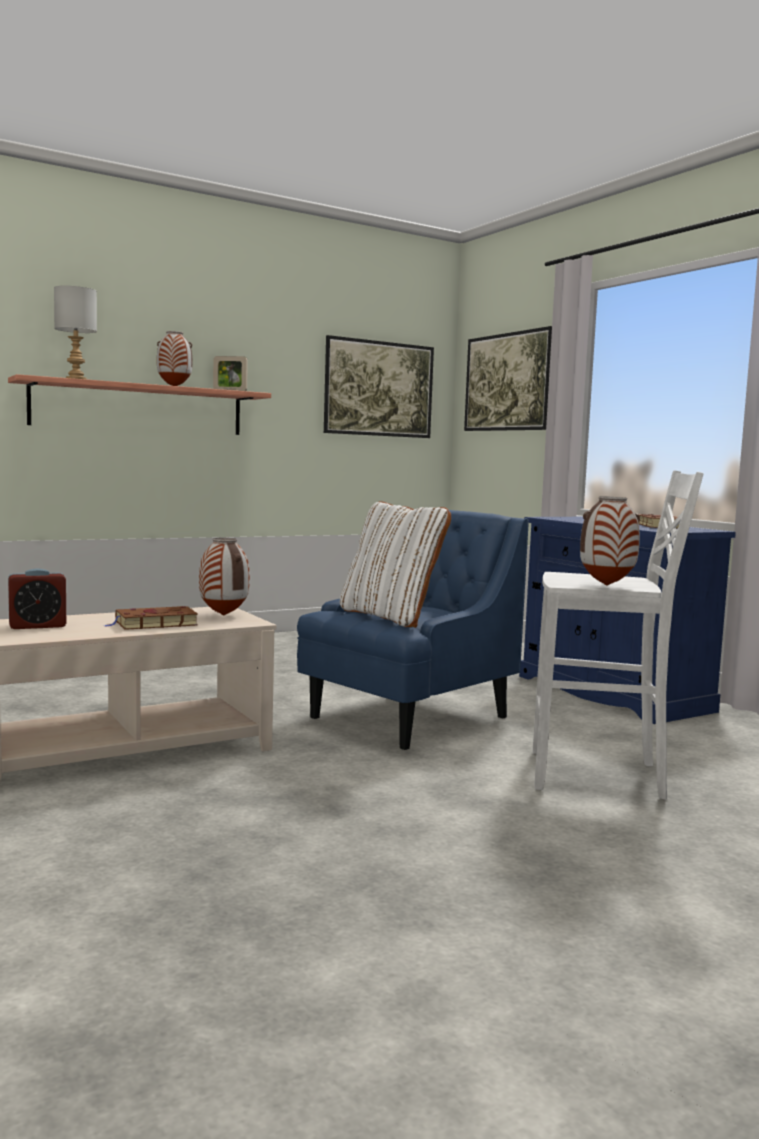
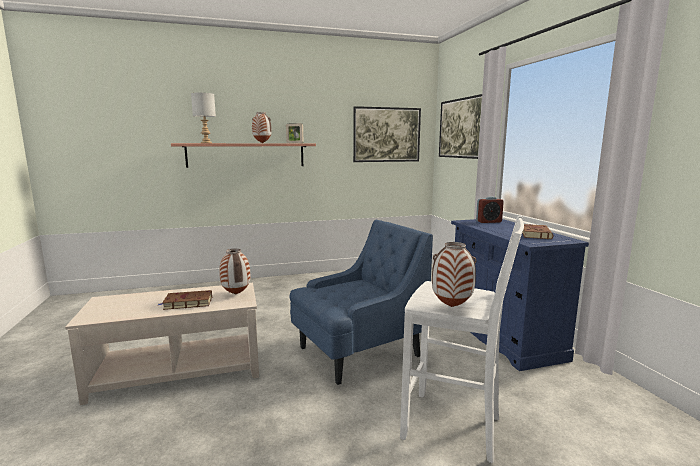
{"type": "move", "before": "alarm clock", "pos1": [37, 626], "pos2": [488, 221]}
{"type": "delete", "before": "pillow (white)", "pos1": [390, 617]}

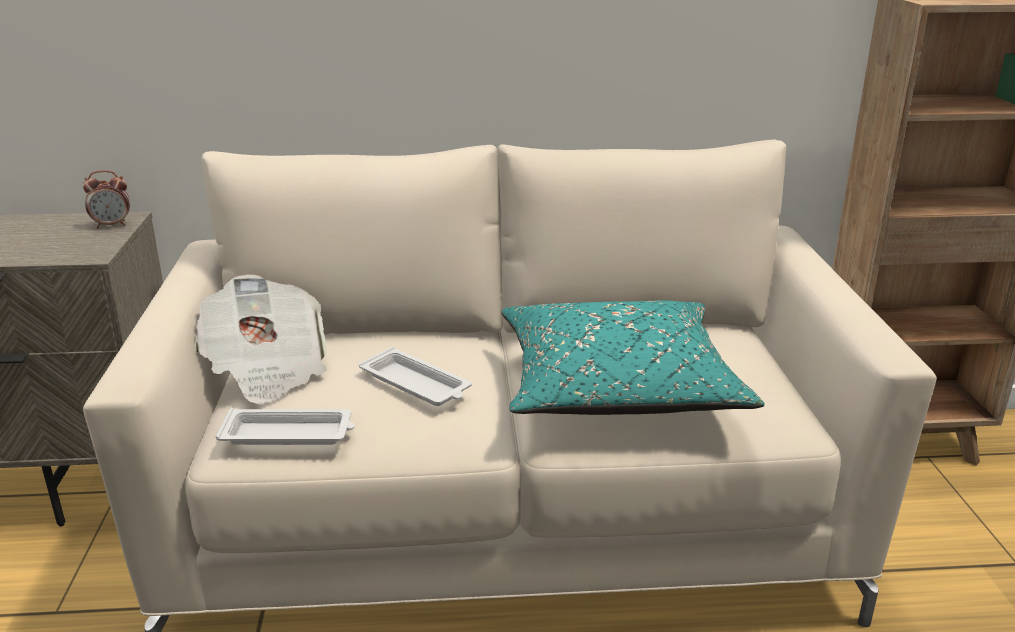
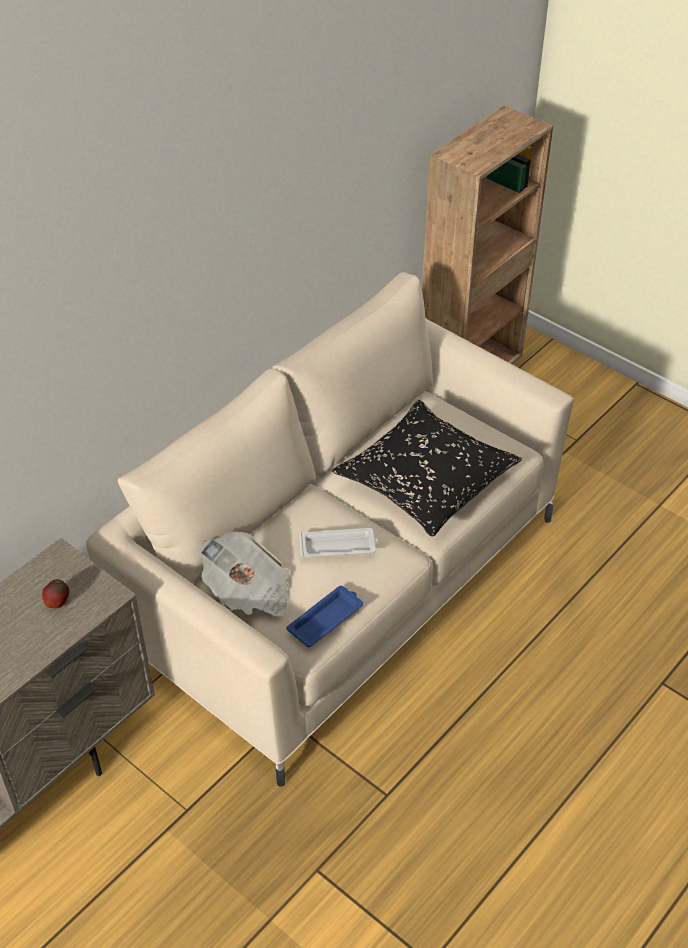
{"type": "insert", "after": "apple", "pos2": [58, 603]}
{"type": "recolor", "before": "tray (white)", "after": "tray (blue)", "pos1": [289, 434], "pos2": [326, 619]}
{"type": "recolor", "before": "pillow (turquoise)", "after": "pillow (black)", "pos1": [616, 386], "pos2": [425, 481]}
{"type": "delete", "before": "alarm clock", "pos1": [112, 225]}

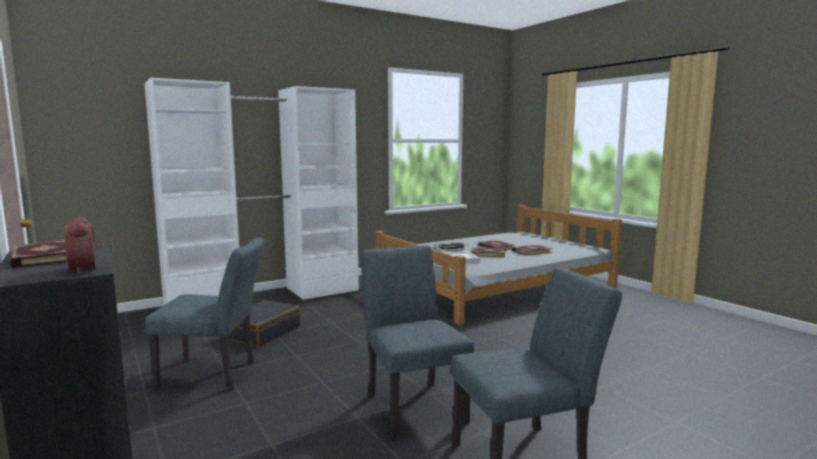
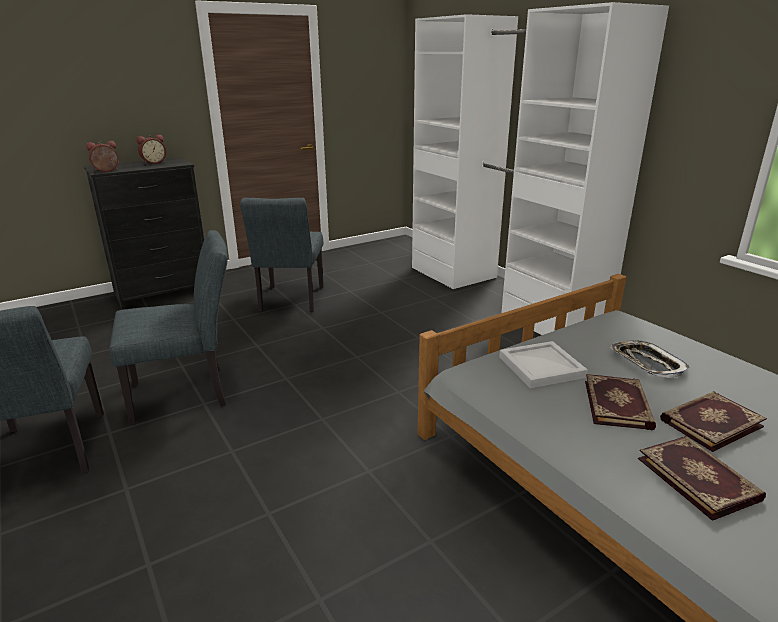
{"type": "replace", "before": "book", "after": "alarm clock", "pos1": [43, 257], "pos2": [153, 162]}
{"type": "delete", "before": "suitcase (black)", "pos1": [262, 332]}

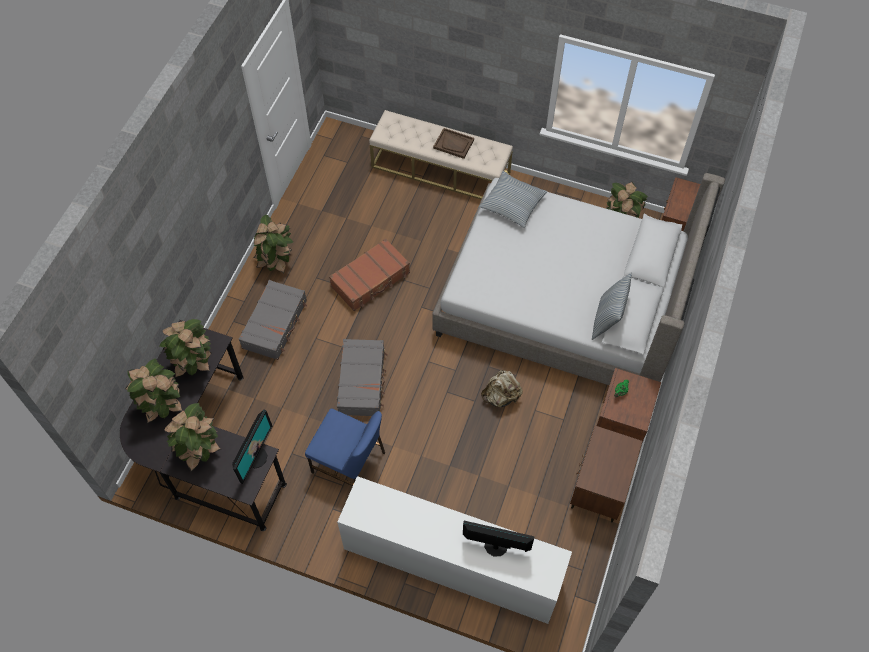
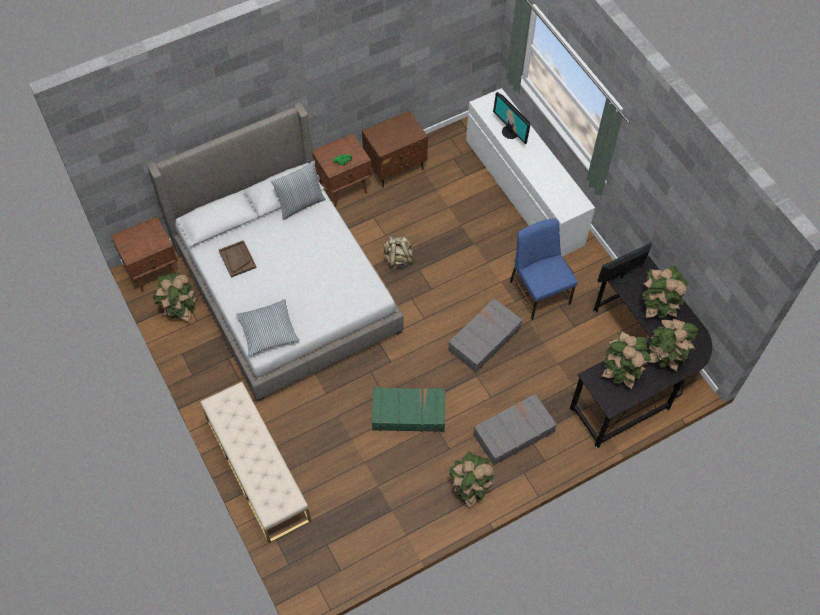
{"type": "move", "before": "tray (brown)", "pos1": [453, 144], "pos2": [237, 259]}
{"type": "recolor", "before": "suitcase (brown)", "after": "suitcase (green)", "pos1": [371, 280], "pos2": [408, 413]}

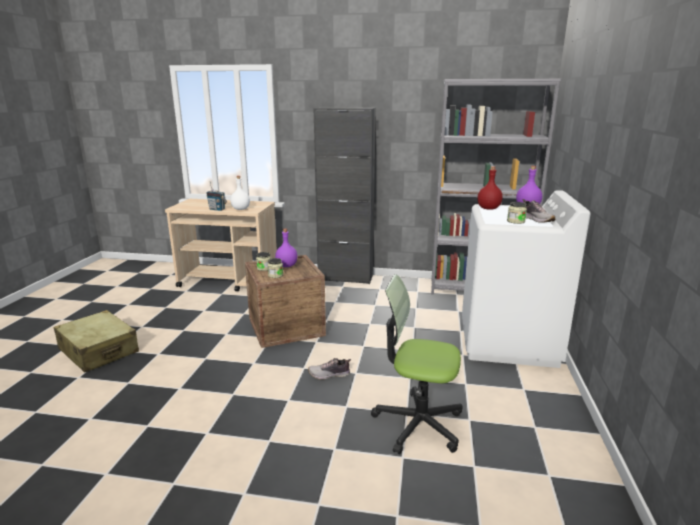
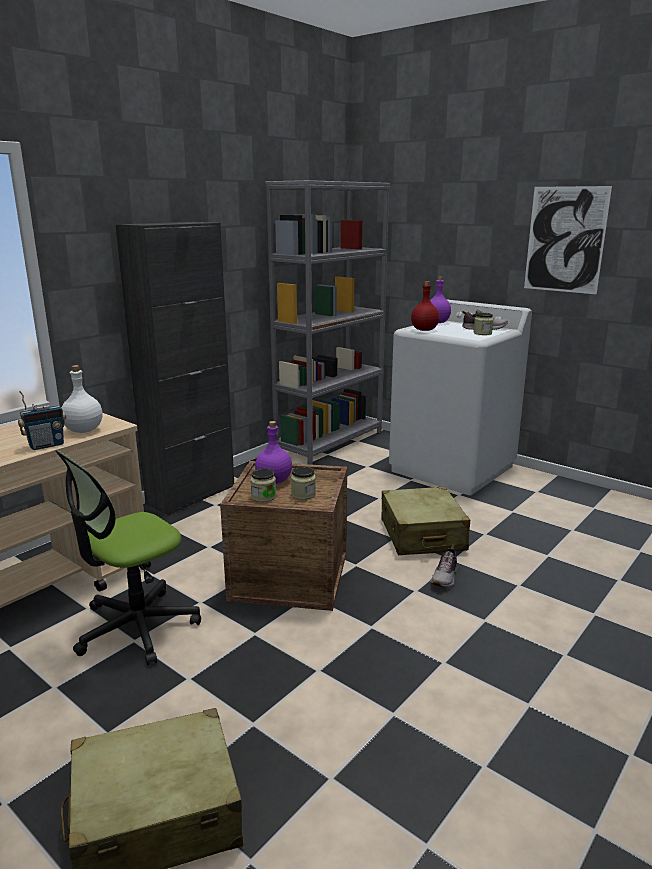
{"type": "move", "before": "office chair", "pos1": [418, 424], "pos2": [136, 627]}
{"type": "insert", "after": "suitcase (beige)", "pos2": [422, 535]}
{"type": "insert", "after": "picture", "pos2": [565, 240]}

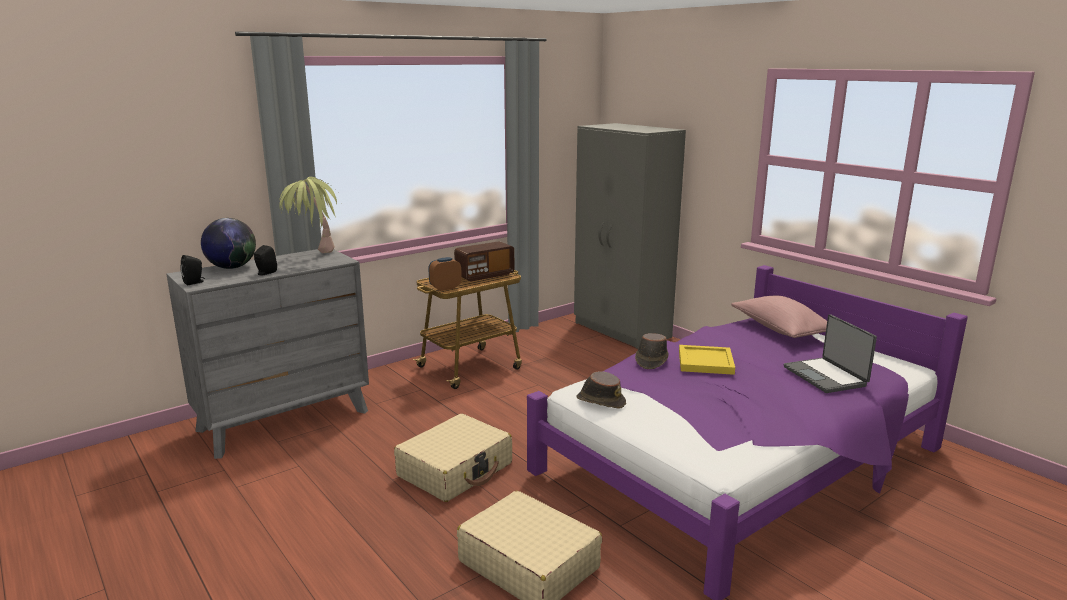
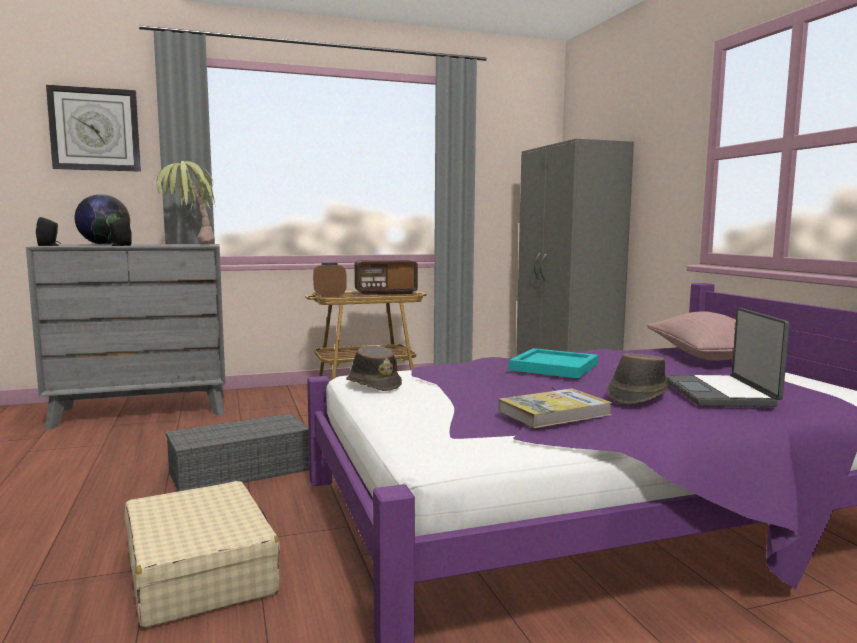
{"type": "insert", "after": "wall clock", "pos2": [95, 129]}
{"type": "replace", "before": "suitcase (beige)", "after": "storage box (grey)", "pos1": [455, 470], "pos2": [242, 470]}
{"type": "insert", "after": "book", "pos2": [554, 413]}
{"type": "recolor", "before": "tray (yellow)", "after": "tray (turquoise)", "pos1": [706, 362], "pos2": [555, 367]}
{"type": "move", "before": "hat (brown)", "pos1": [651, 360], "pos2": [636, 396]}

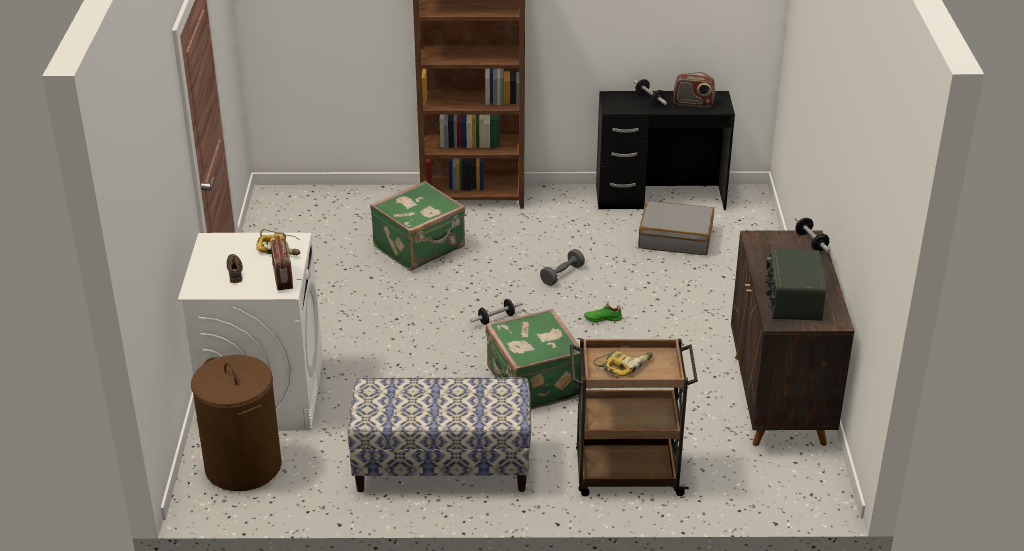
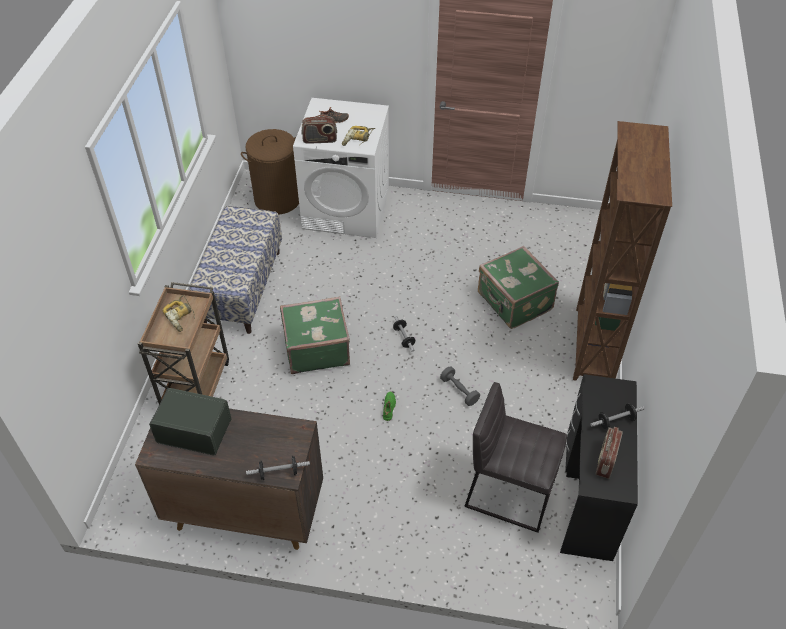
{"type": "replace", "before": "suitcase (grey)", "after": "stool (grey)", "pos1": [675, 238], "pos2": [509, 492]}

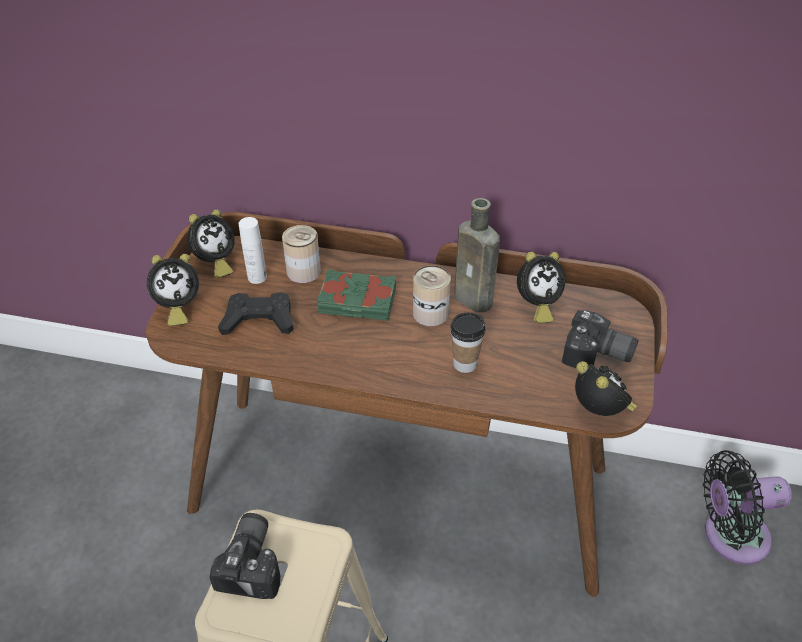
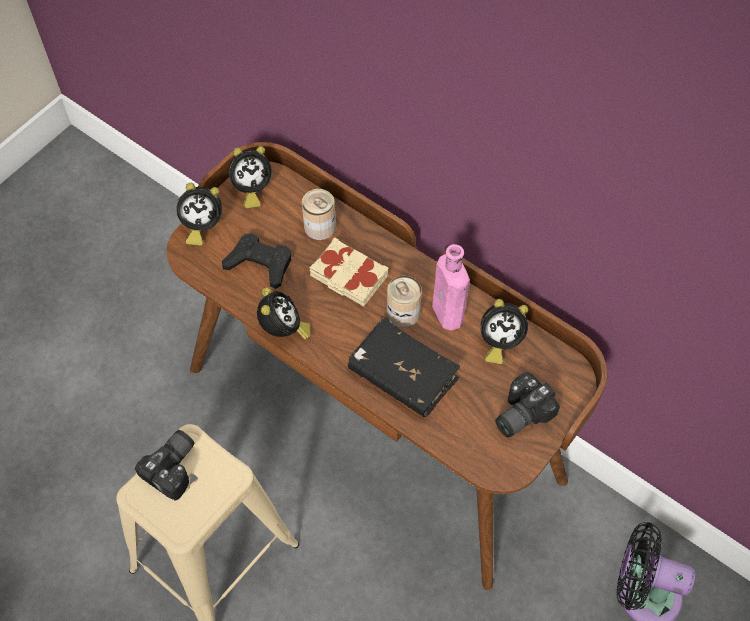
{"type": "move", "before": "alarm clock", "pos1": [600, 412], "pos2": [283, 330]}
{"type": "recolor", "before": "book (green)", "after": "book (beige)", "pos1": [357, 302], "pos2": [348, 277]}
{"type": "replace", "before": "cup", "after": "book (black)", "pos1": [464, 364], "pos2": [403, 375]}
{"type": "recolor", "before": "bottle (brown)", "after": "bottle (pink)", "pos1": [475, 301], "pos2": [449, 315]}
{"type": "rotate", "before": "photo camera", "pos1": [597, 355], "pos2": [519, 413], "turn": 90}
{"type": "delete", "before": "bottle (white)", "pos1": [257, 277]}

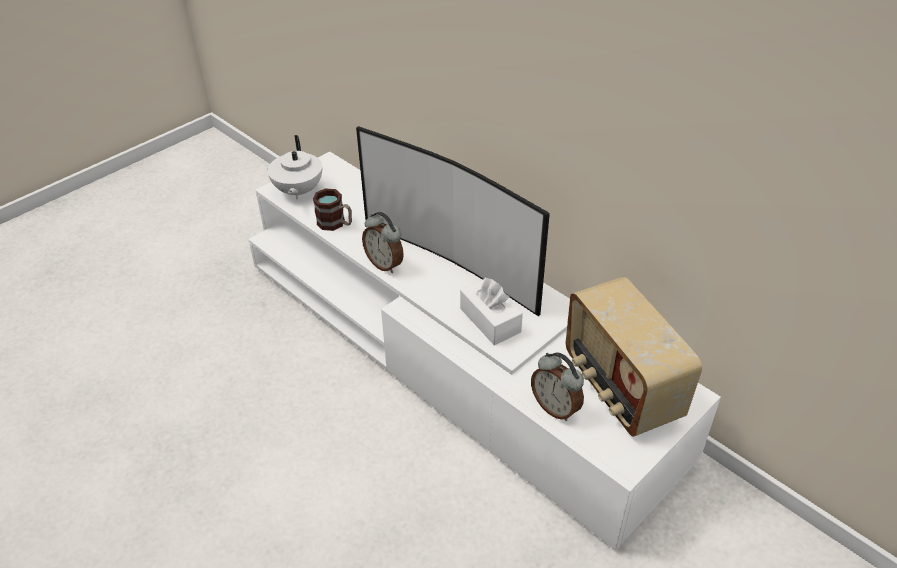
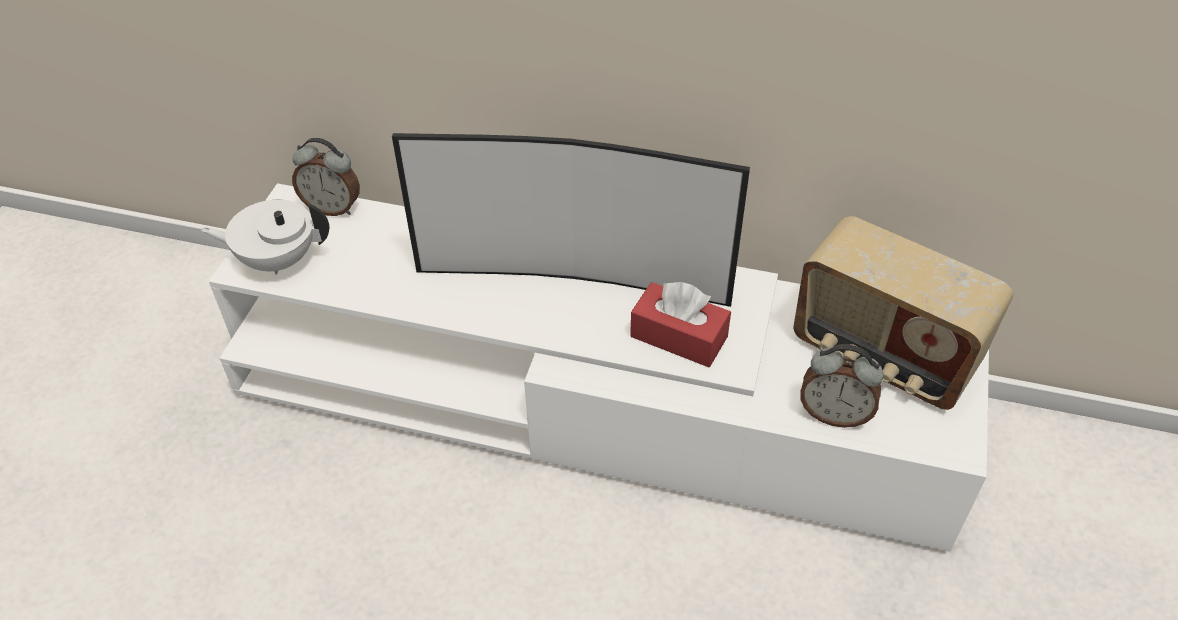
{"type": "rotate", "before": "teapot (white)", "pos1": [298, 191], "pos2": [277, 259], "turn": 120}
{"type": "move", "before": "alarm clock", "pos1": [385, 264], "pos2": [333, 207]}
{"type": "recolor", "before": "tissue box (white)", "after": "tissue box (red)", "pos1": [490, 320], "pos2": [679, 336]}
{"type": "delete", "before": "mug", "pos1": [336, 224]}

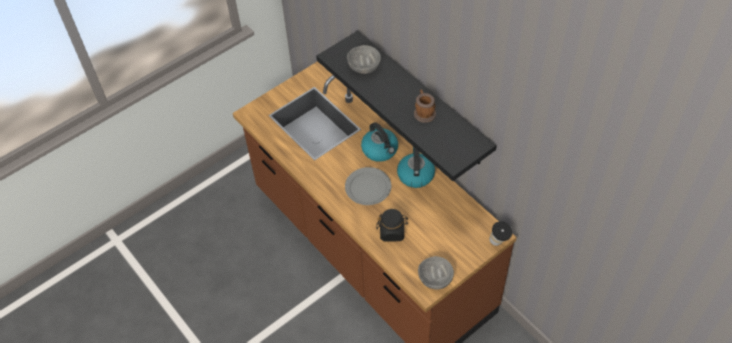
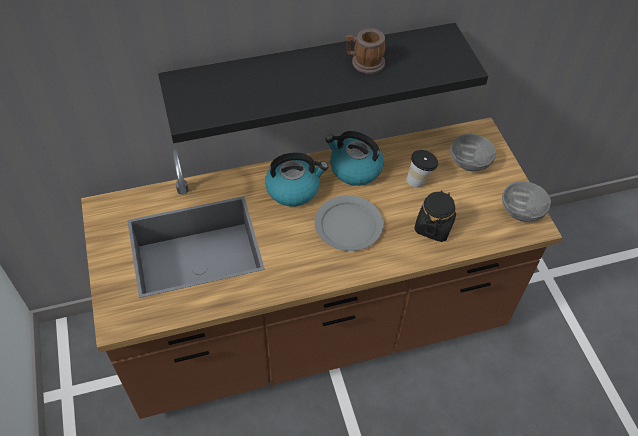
{"type": "move", "before": "cup", "pos1": [499, 243], "pos2": [419, 180]}
{"type": "move", "before": "bowl (grey)", "pos1": [364, 67], "pos2": [469, 162]}

